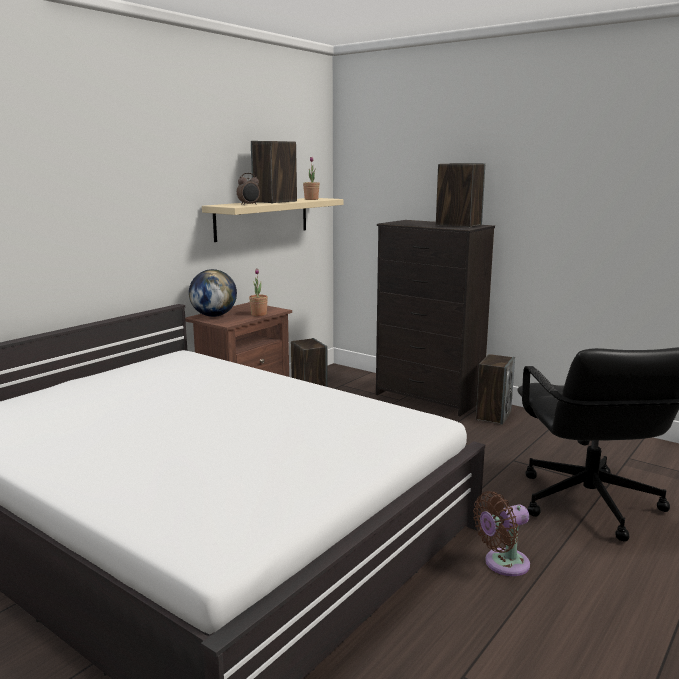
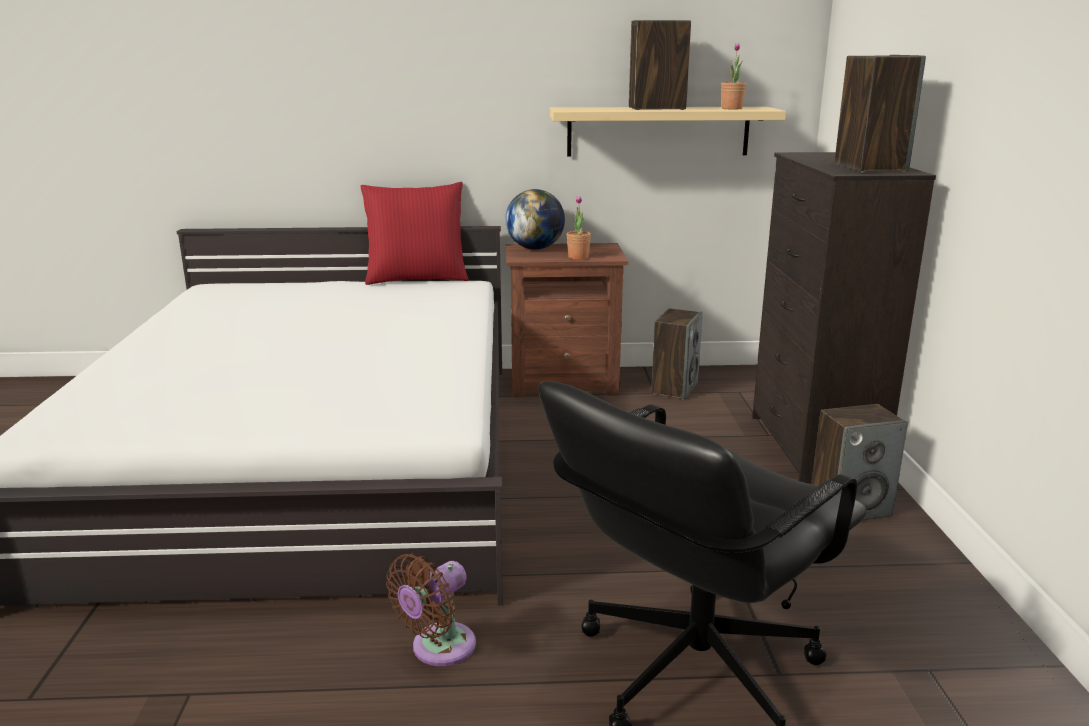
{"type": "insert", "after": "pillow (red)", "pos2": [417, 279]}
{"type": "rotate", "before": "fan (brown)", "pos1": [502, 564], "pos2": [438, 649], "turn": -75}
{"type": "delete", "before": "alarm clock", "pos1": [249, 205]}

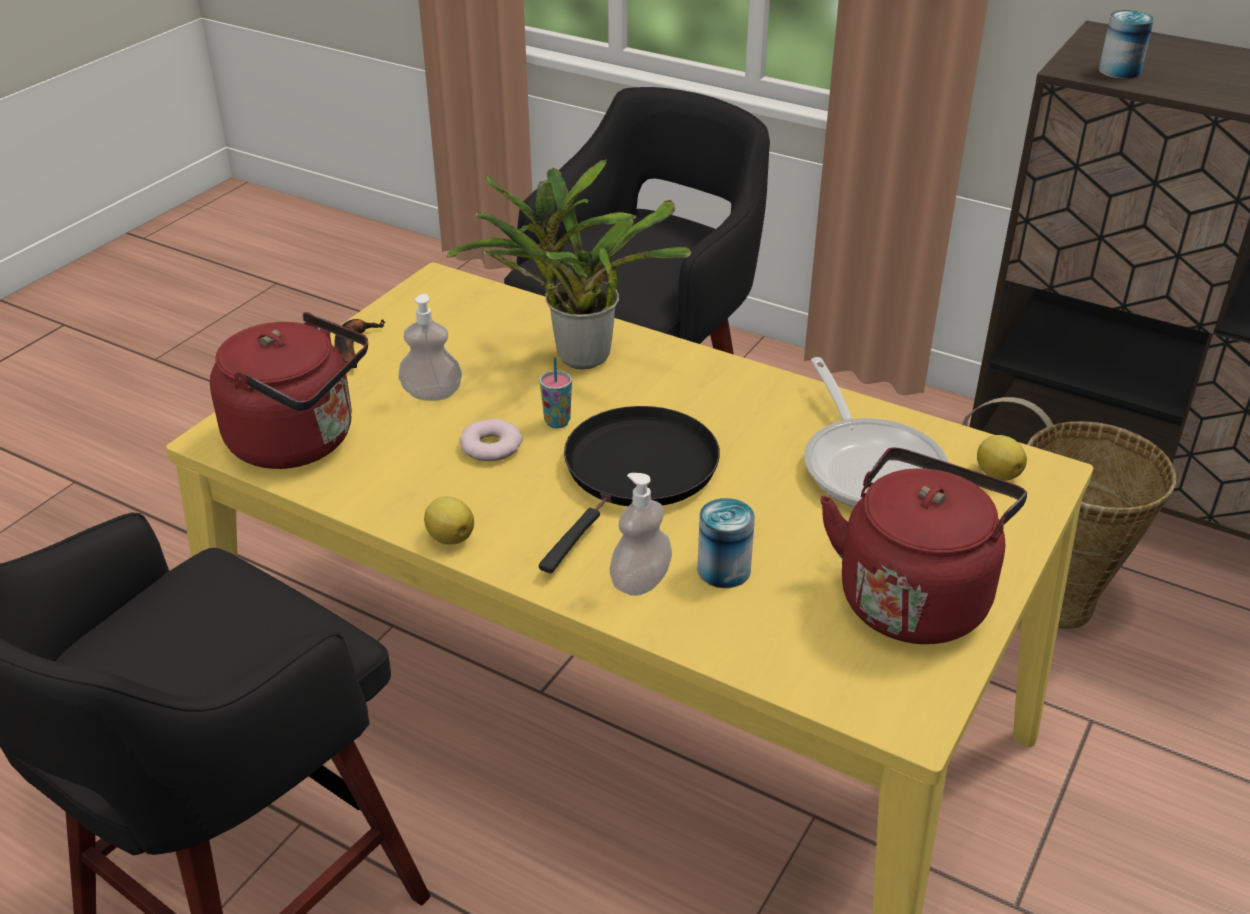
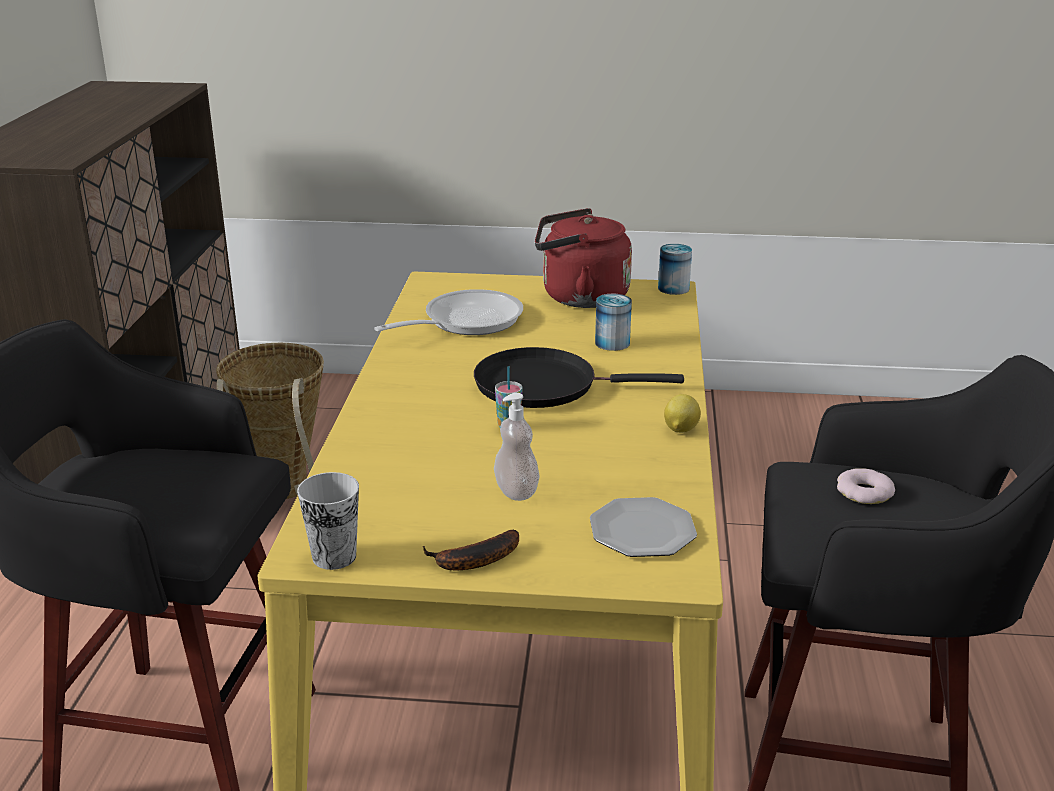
{"type": "insert", "after": "cup", "pos2": [334, 556]}
{"type": "replace", "before": "kettle (red)", "after": "plate", "pos1": [300, 442], "pos2": [643, 530]}
{"type": "move", "before": "can", "pos1": [1119, 71], "pos2": [673, 288]}
{"type": "move", "before": "donut", "pos1": [490, 446], "pos2": [864, 492]}
{"type": "delete", "before": "potted plant", "pos1": [575, 356]}
{"type": "delete", "before": "soap dispenser", "pos1": [640, 581]}
{"type": "delete", "before": "lemon", "pos1": [996, 474]}

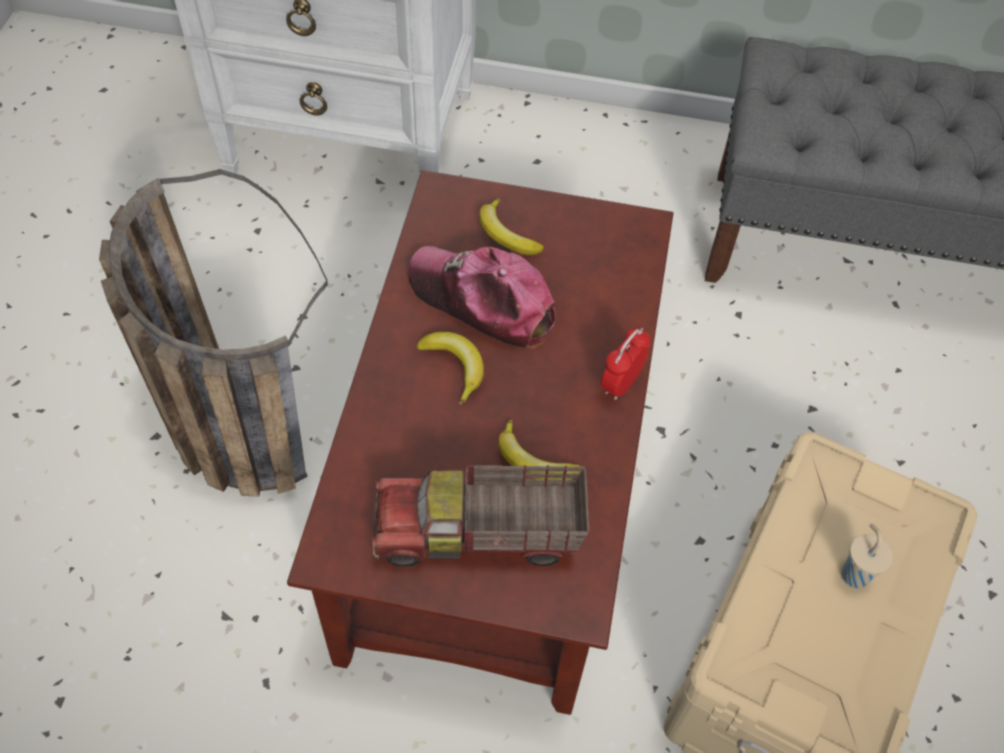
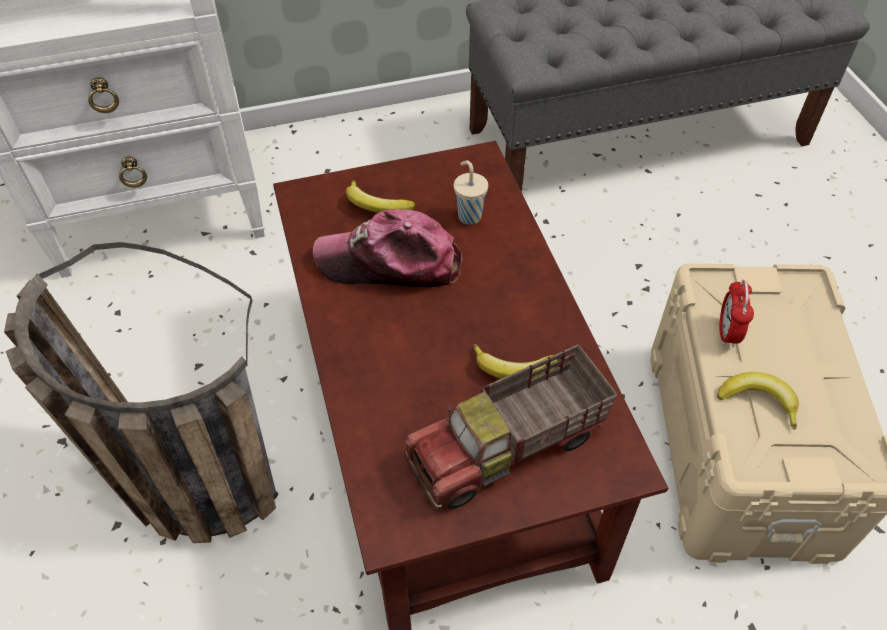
{"type": "move", "before": "cup (beige)", "pos1": [854, 573], "pos2": [469, 216]}
{"type": "move", "before": "banana", "pos1": [454, 367], "pos2": [758, 400]}
{"type": "move", "before": "alarm clock", "pos1": [621, 383], "pos2": [727, 333]}

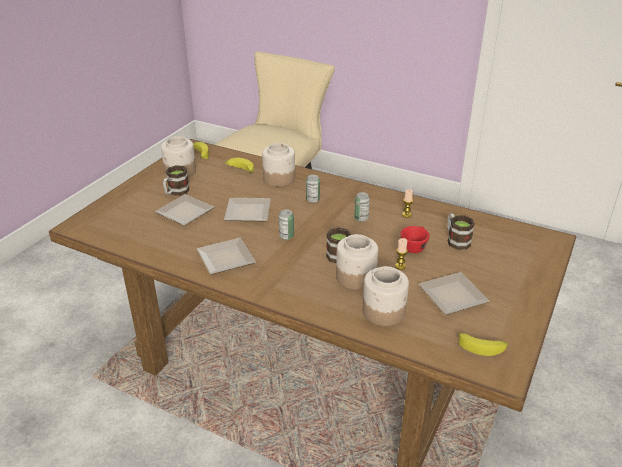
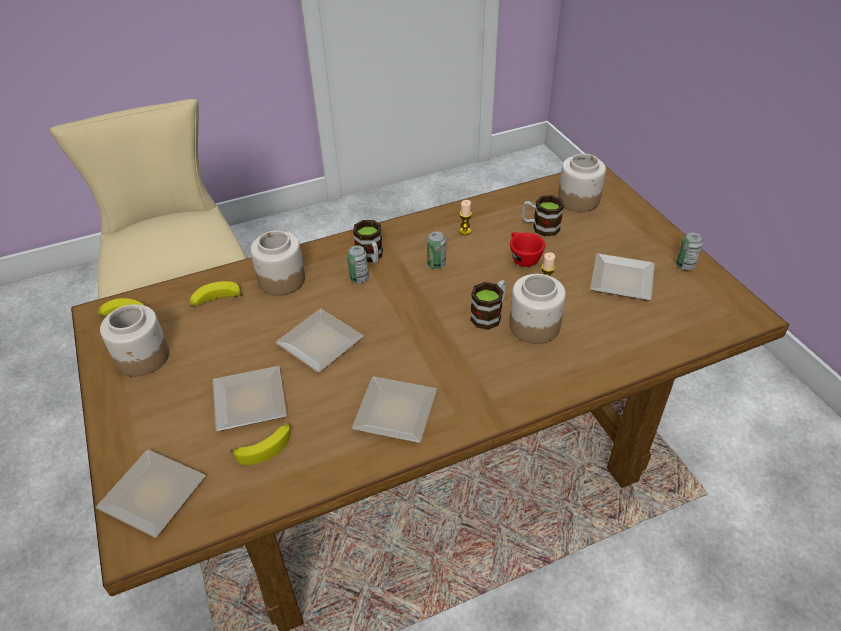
{"type": "insert", "after": "plate", "pos2": [153, 492]}
{"type": "move", "before": "banana", "pos1": [482, 347], "pos2": [265, 447]}
{"type": "move", "before": "mug", "pos1": [176, 192], "pos2": [371, 257]}
{"type": "move", "before": "jar", "pos1": [384, 311], "pos2": [578, 200]}
{"type": "move", "before": "can", "pos1": [286, 236], "pos2": [685, 265]}

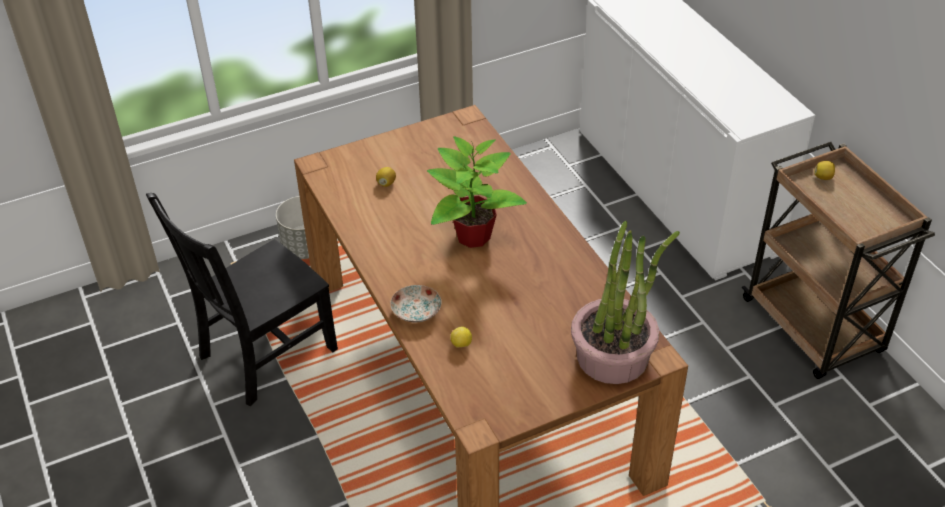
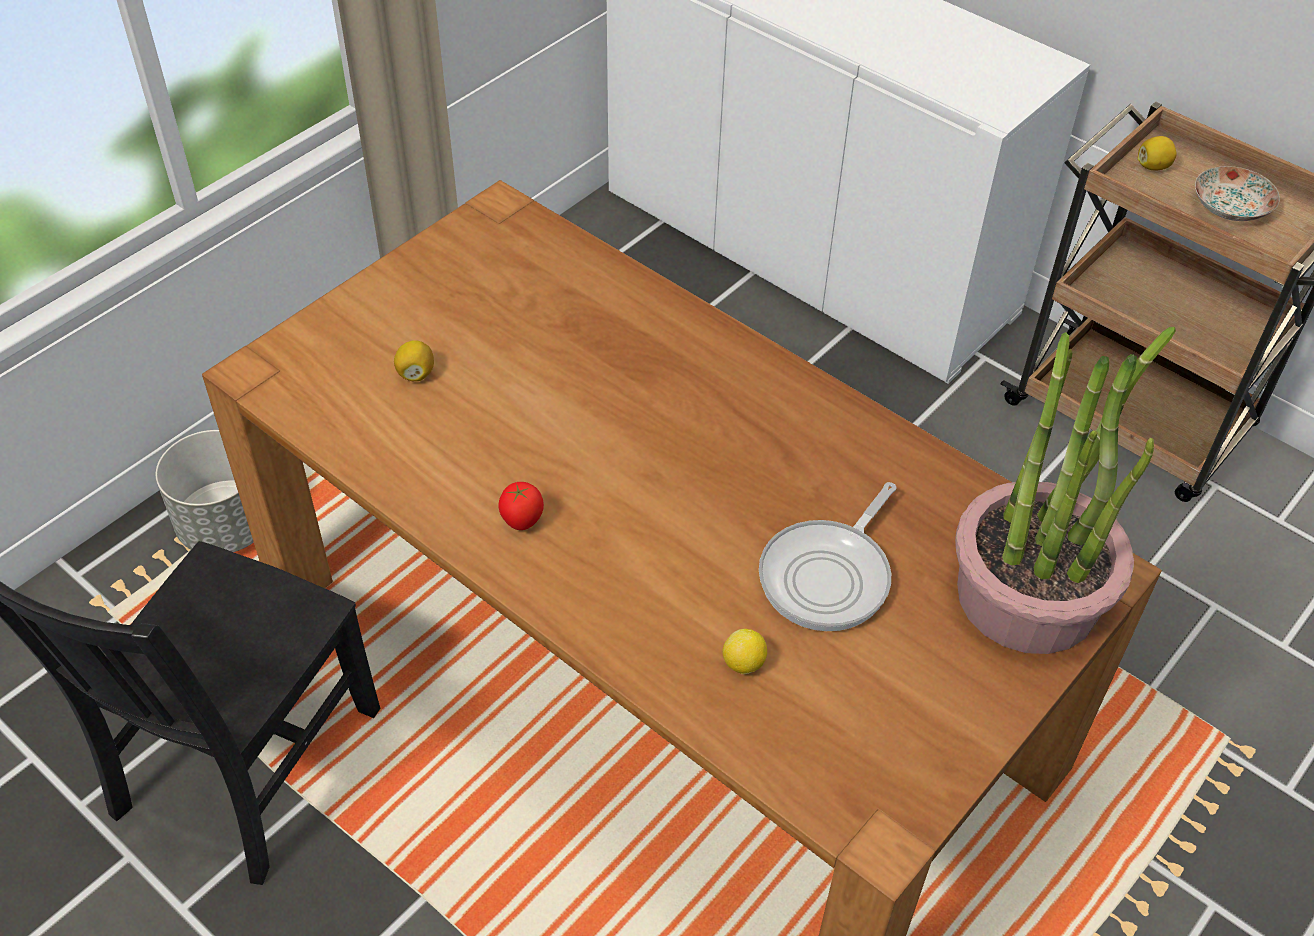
{"type": "insert", "after": "tomato", "pos2": [521, 522]}
{"type": "insert", "after": "frying pan", "pos2": [829, 576]}
{"type": "move", "before": "plate", "pos1": [416, 312], "pos2": [1230, 208]}
{"type": "delete", "before": "potted plant", "pos1": [472, 236]}

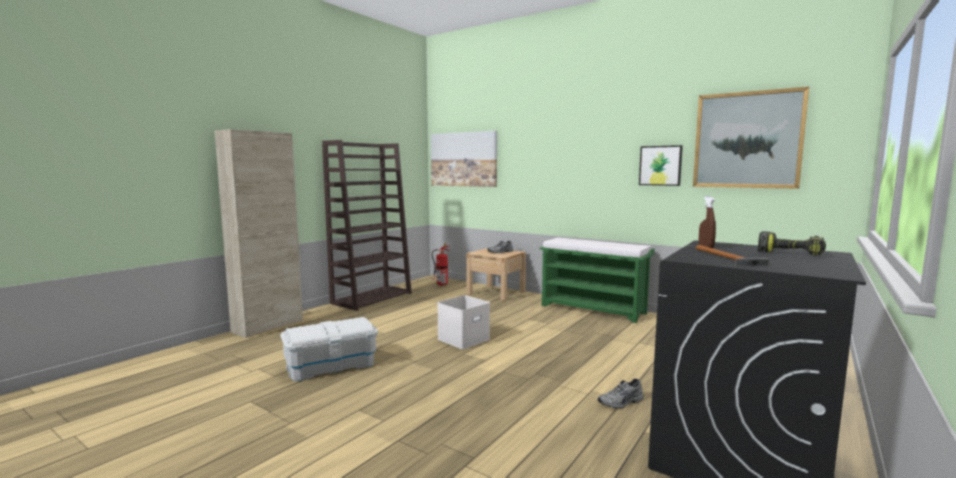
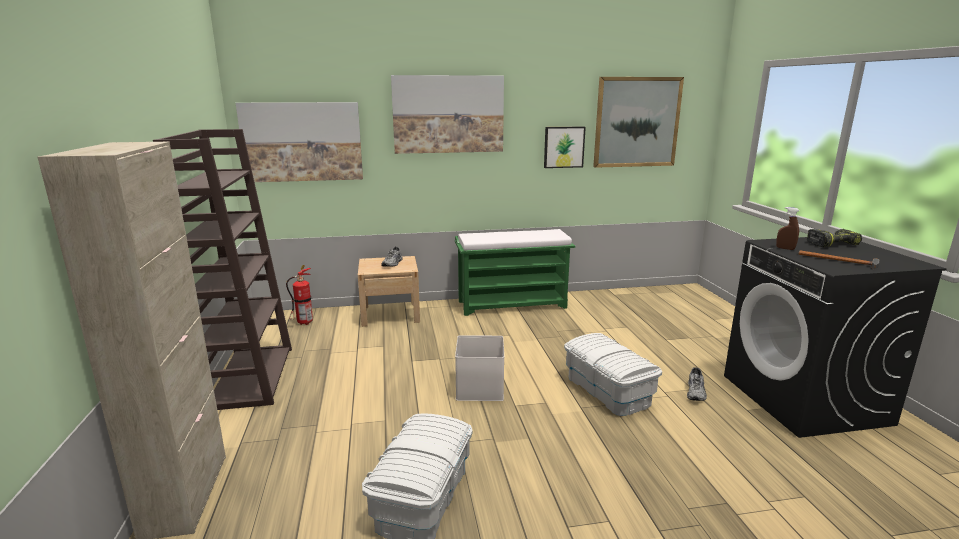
{"type": "insert", "after": "picture", "pos2": [448, 114]}
{"type": "insert", "after": "storage box (white)", "pos2": [607, 390]}

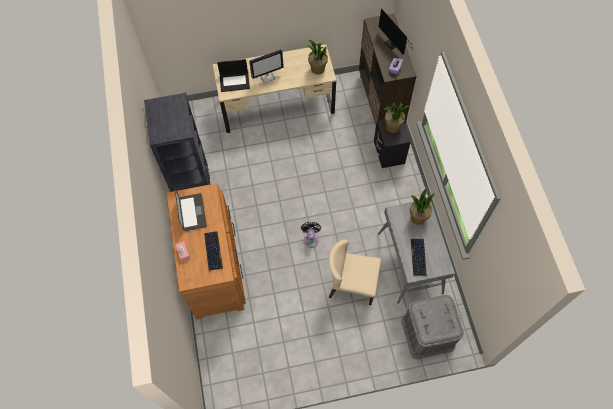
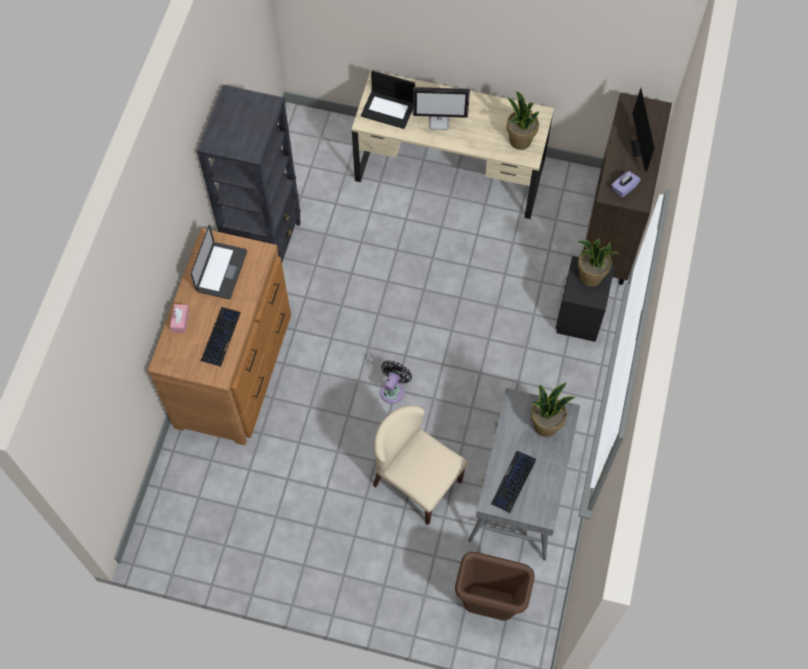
{"type": "replace", "before": "storage box (grey)", "after": "trash can (brown)", "pos1": [428, 333], "pos2": [489, 605]}

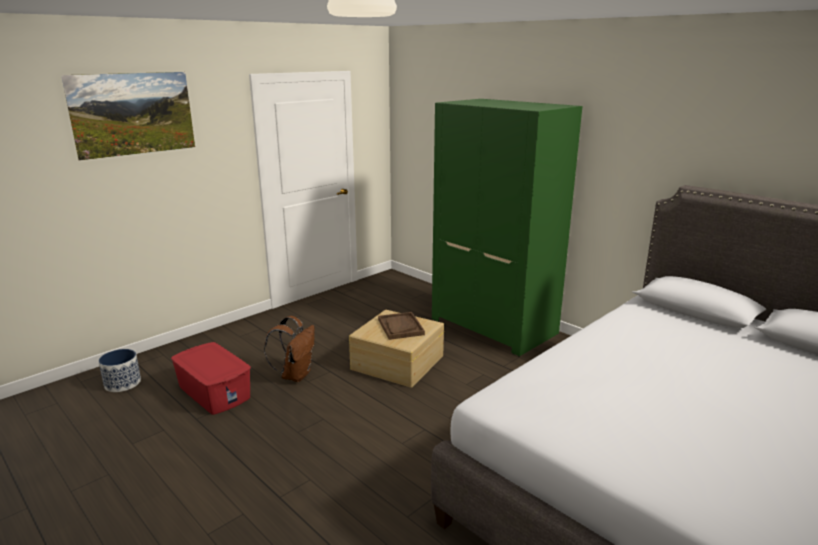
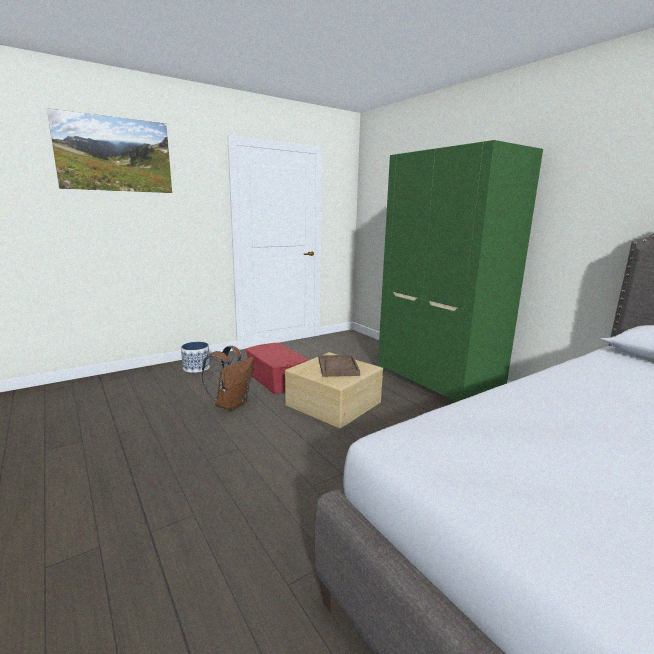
{"type": "move", "before": "planter", "pos1": [123, 383], "pos2": [196, 368]}
{"type": "move", "before": "storage box (red)", "pos1": [214, 392], "pos2": [276, 380]}

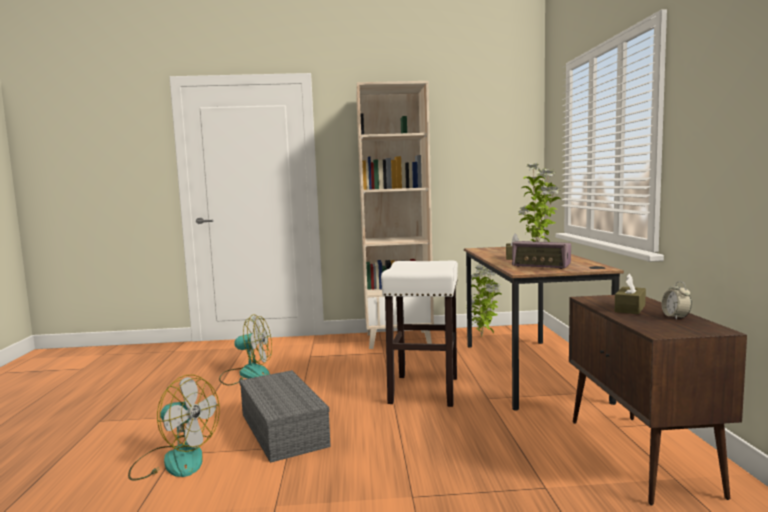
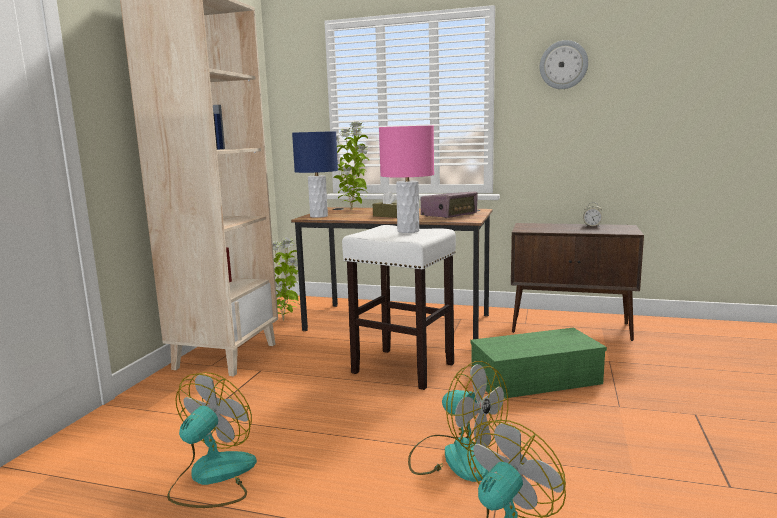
{"type": "insert", "after": "table lamp (blue)", "pos2": [319, 216]}
{"type": "insert", "after": "table lamp (pink)", "pos2": [408, 231]}
{"type": "replace", "before": "storage box (grey)", "after": "fan", "pos1": [285, 430], "pos2": [455, 456]}
{"type": "insert", "after": "storage box (green)", "pos2": [536, 378]}
{"type": "insert", "after": "wall clock", "pos2": [563, 65]}
{"type": "delete", "before": "tissue box (brown)", "pos1": [630, 308]}

